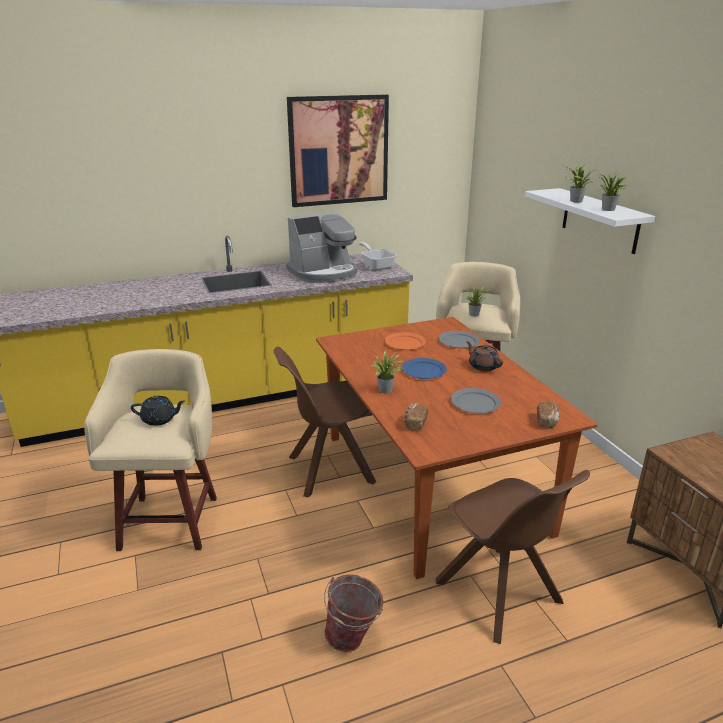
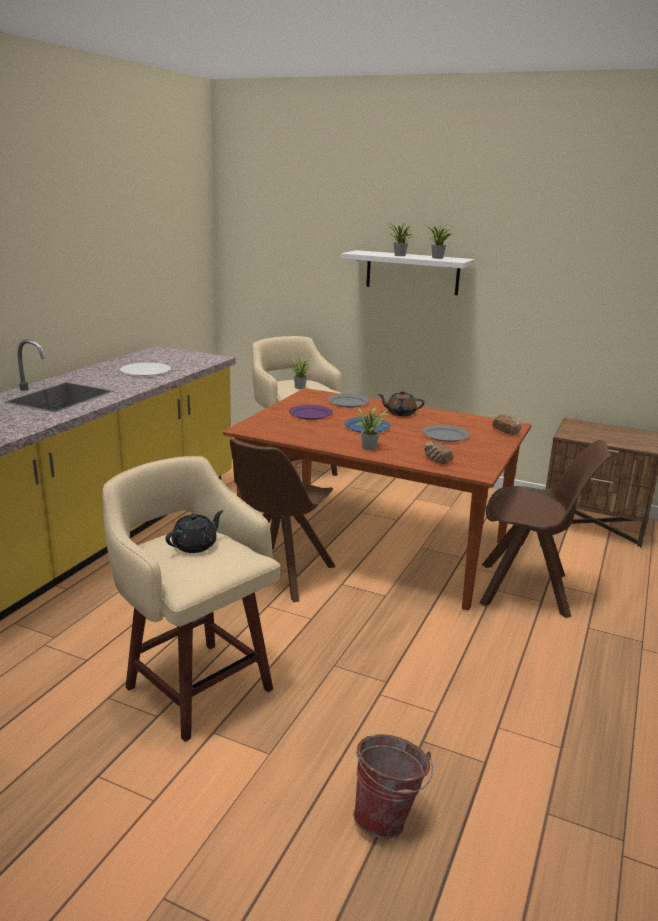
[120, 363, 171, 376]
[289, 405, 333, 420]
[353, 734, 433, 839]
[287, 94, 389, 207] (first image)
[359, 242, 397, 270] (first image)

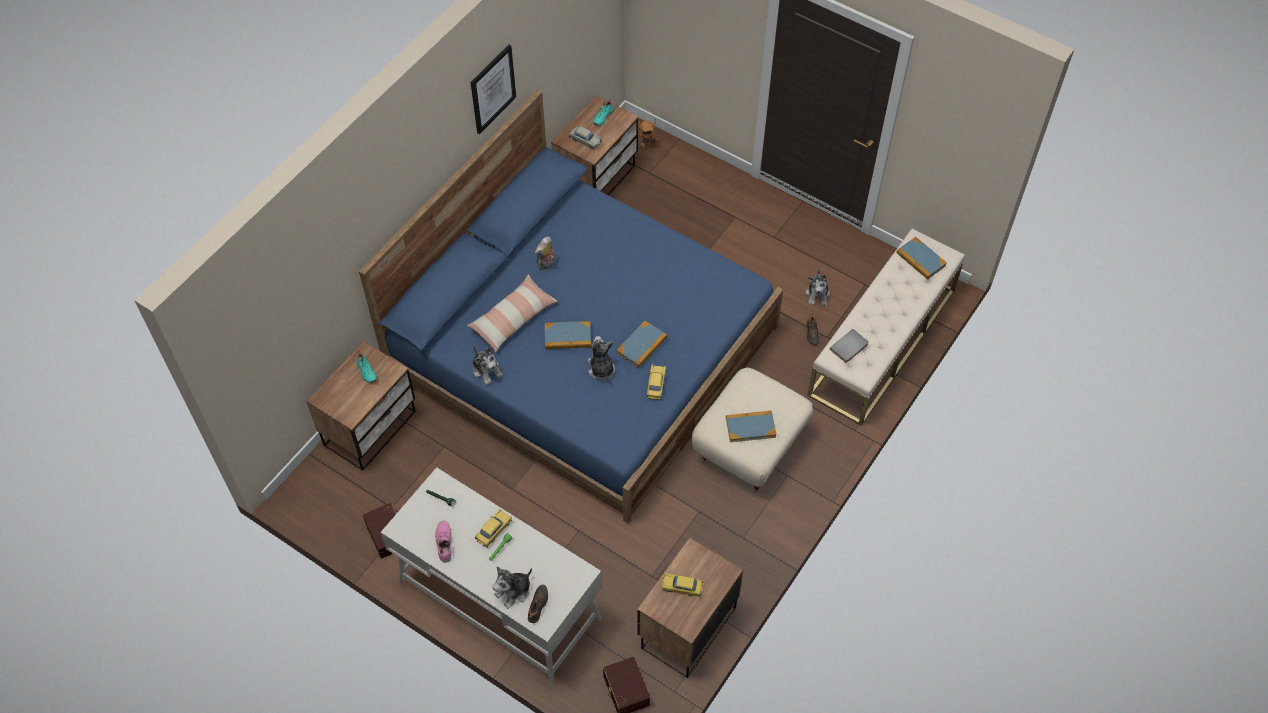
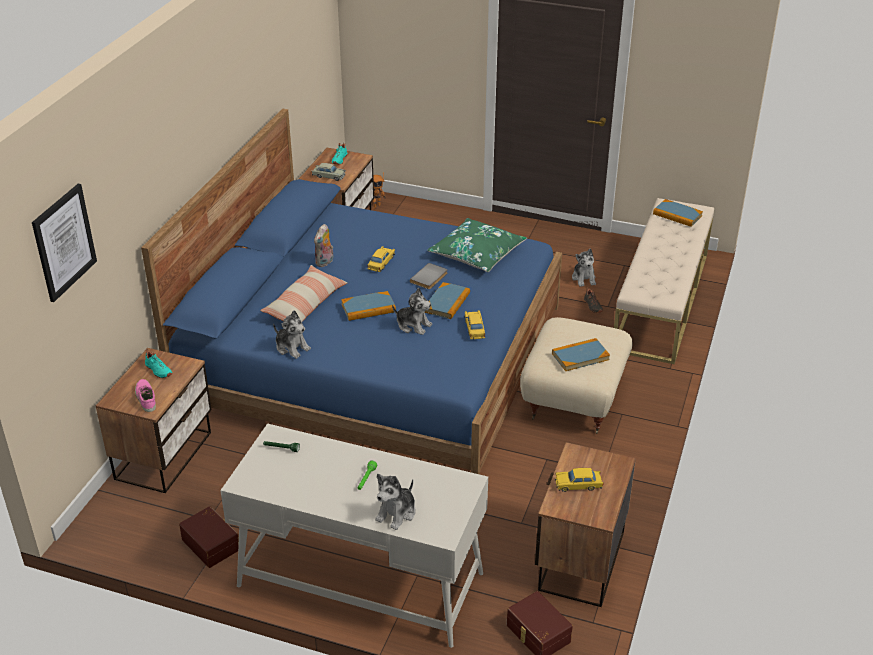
[32, 184, 97, 302]
[135, 379, 156, 412]
[367, 246, 395, 272]
[392, 288, 432, 335]
[410, 263, 448, 289]
[427, 218, 527, 272]
[528, 585, 548, 623] (first image)

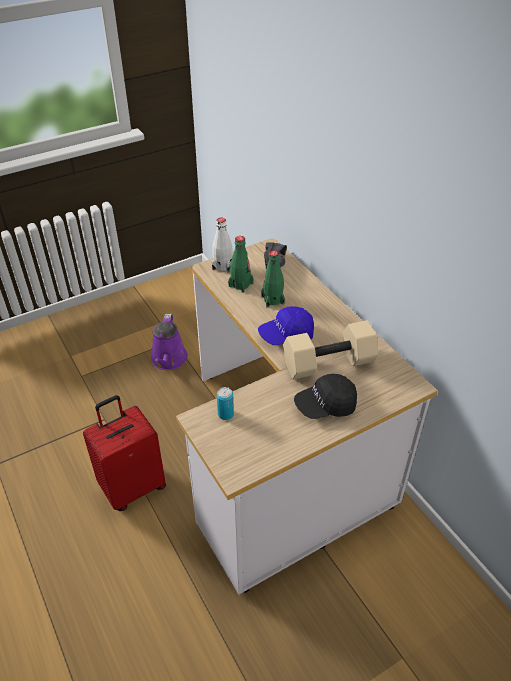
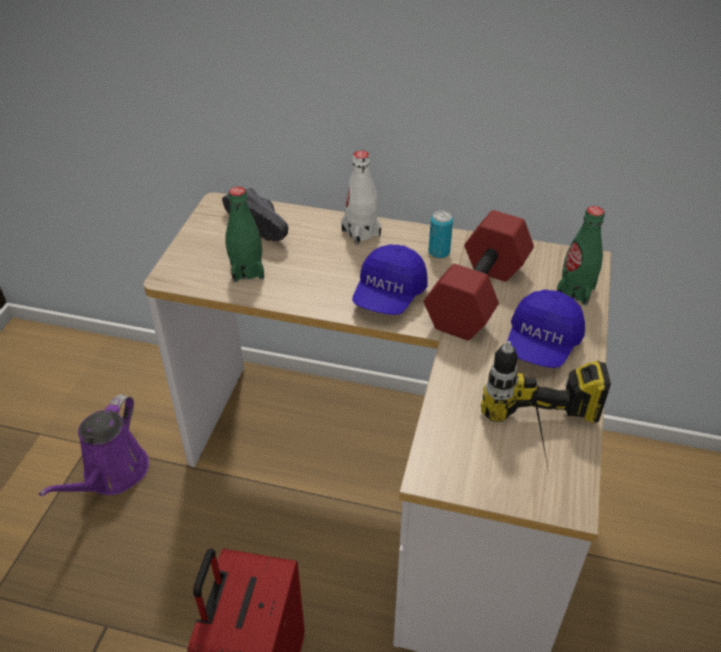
[39, 394, 149, 496]
[341, 151, 381, 245]
[424, 210, 534, 340]
[428, 210, 453, 258]
[481, 341, 611, 472]
[506, 290, 585, 368]
[557, 206, 605, 305]

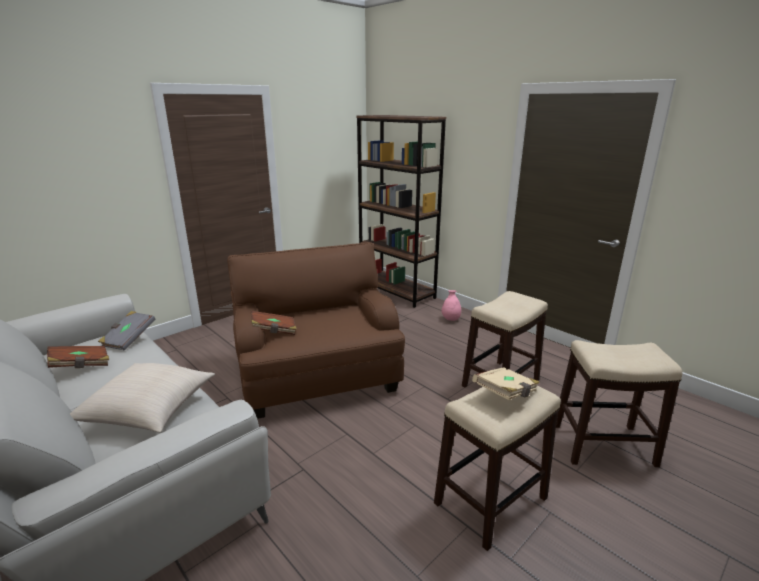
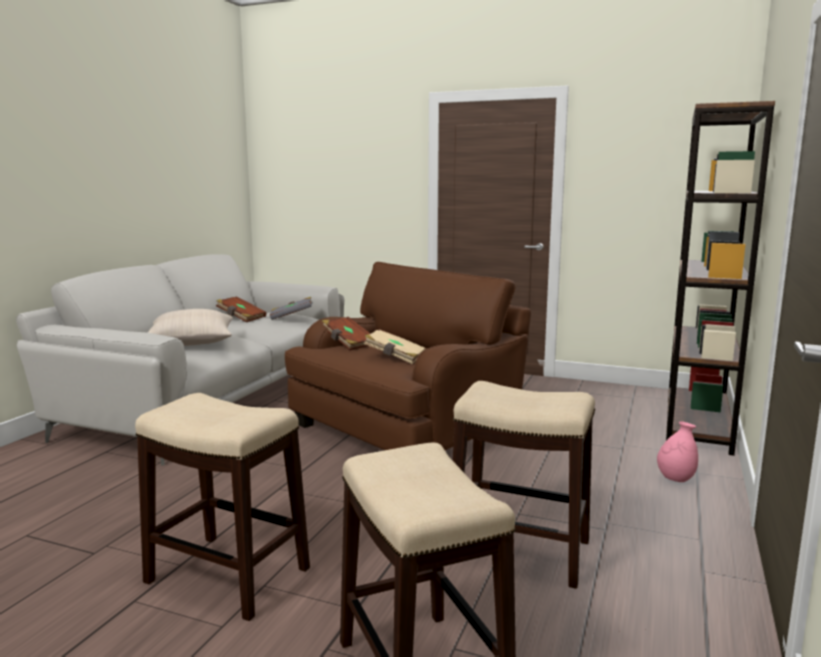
[364, 329, 426, 364]

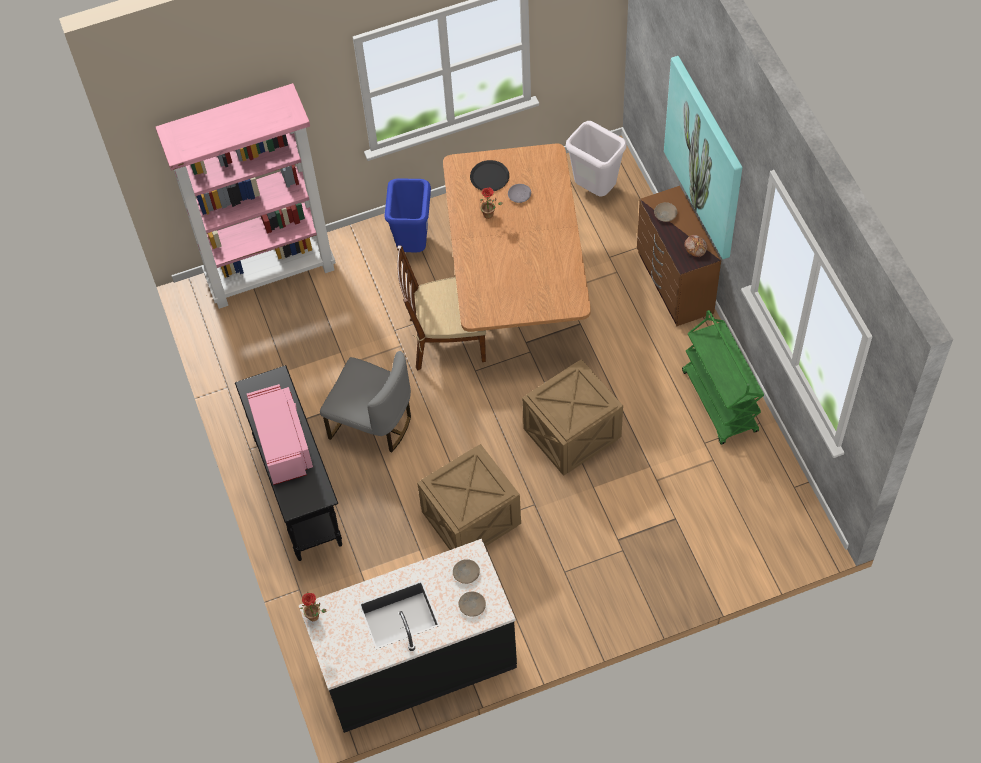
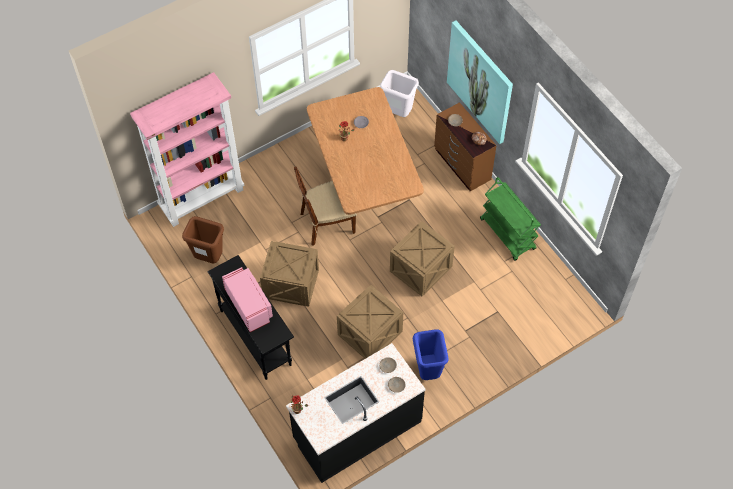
[182, 216, 224, 264]
[260, 241, 319, 307]
[413, 329, 449, 380]
[470, 160, 509, 191] (first image)

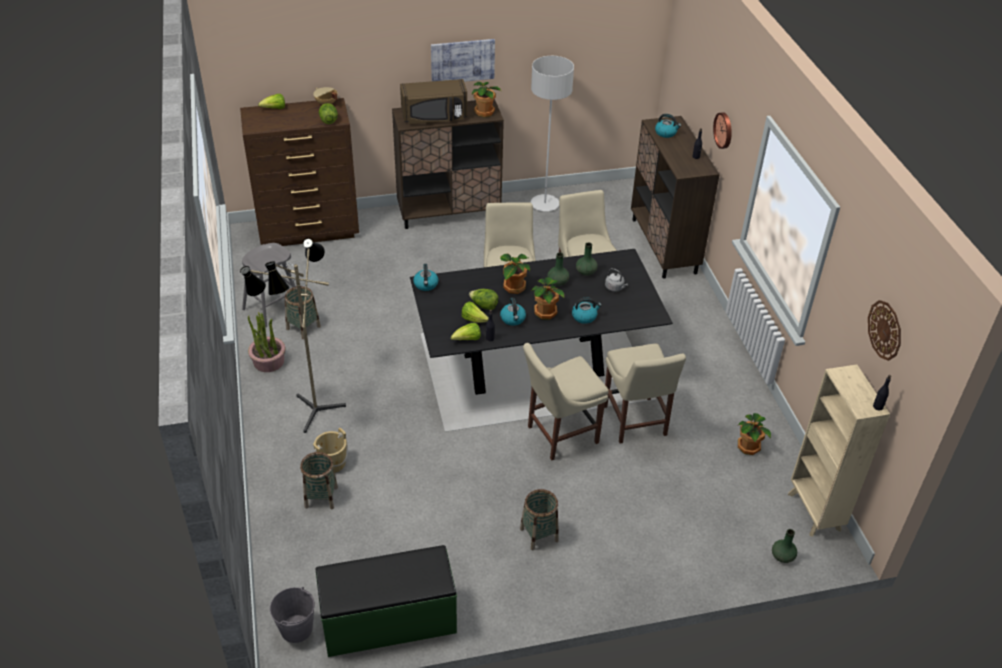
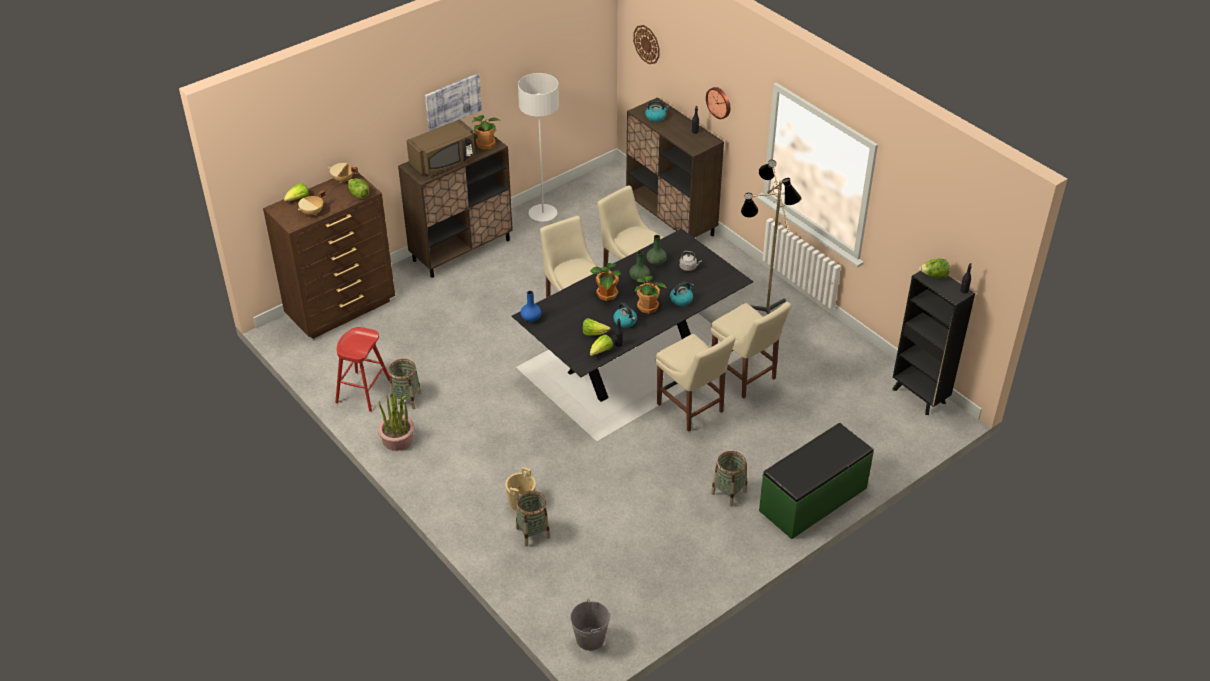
[298, 190, 326, 216]
[335, 327, 390, 412]
[521, 291, 542, 322]
[633, 25, 660, 64]
[656, 334, 736, 432]
[741, 160, 802, 314]
[759, 423, 874, 539]
[892, 271, 975, 415]
[919, 259, 950, 278]
[738, 413, 771, 455] (first image)
[772, 529, 797, 563] (first image)

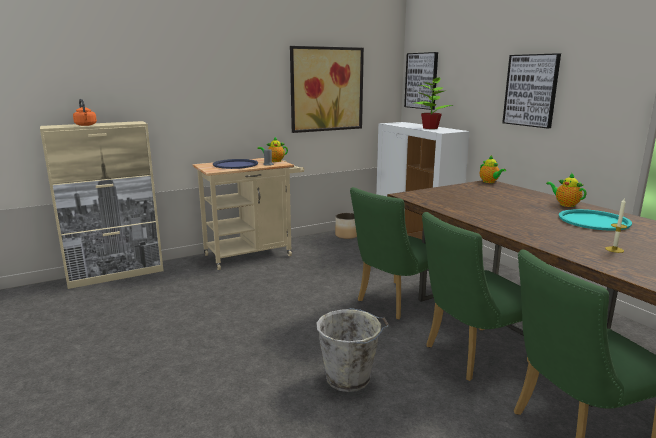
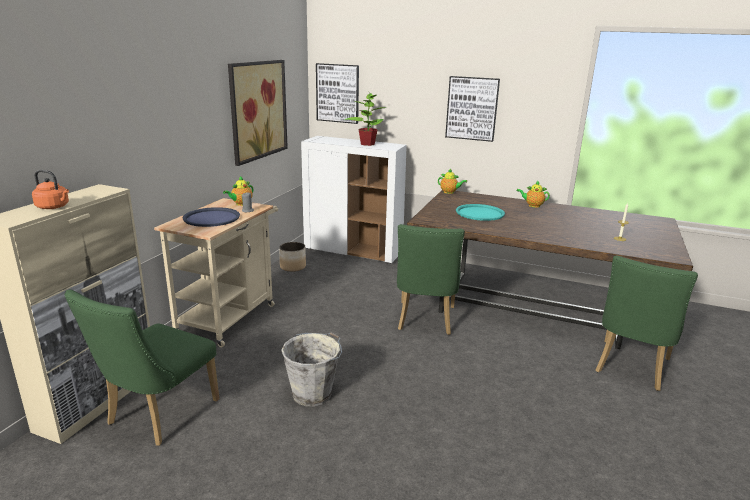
[65, 290, 220, 446]
[281, 333, 342, 406]
[456, 204, 505, 221]

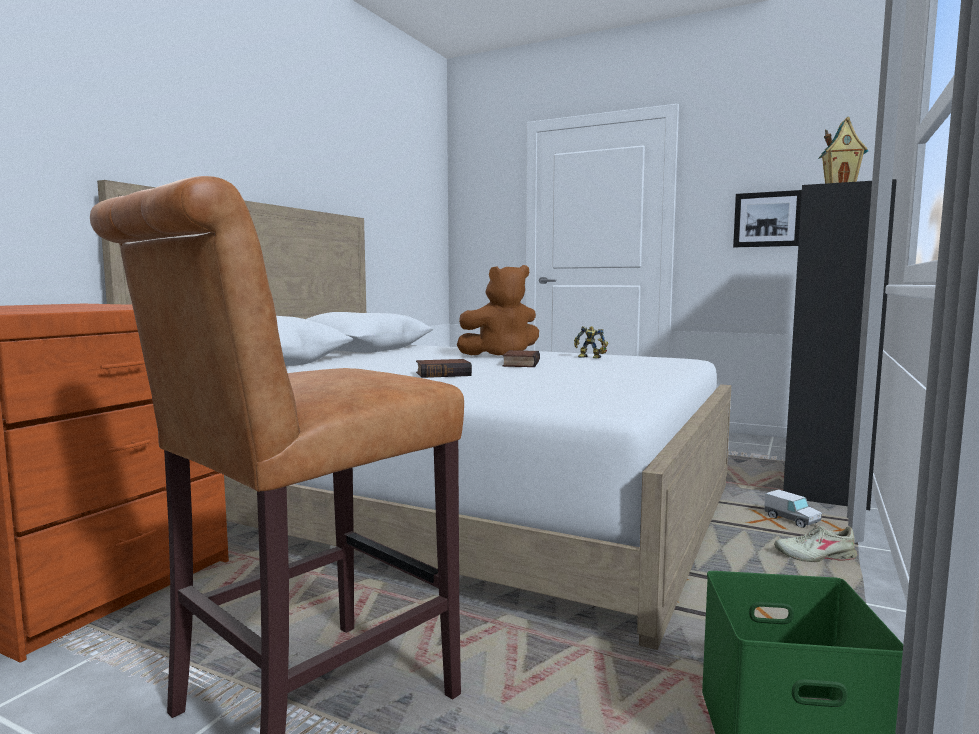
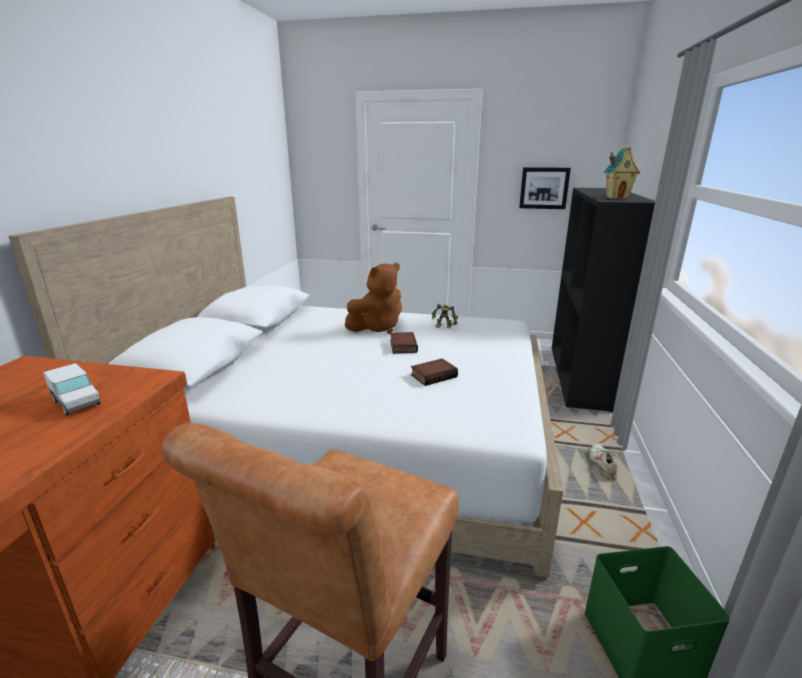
[43, 363, 100, 416]
[411, 359, 458, 386]
[589, 444, 626, 480]

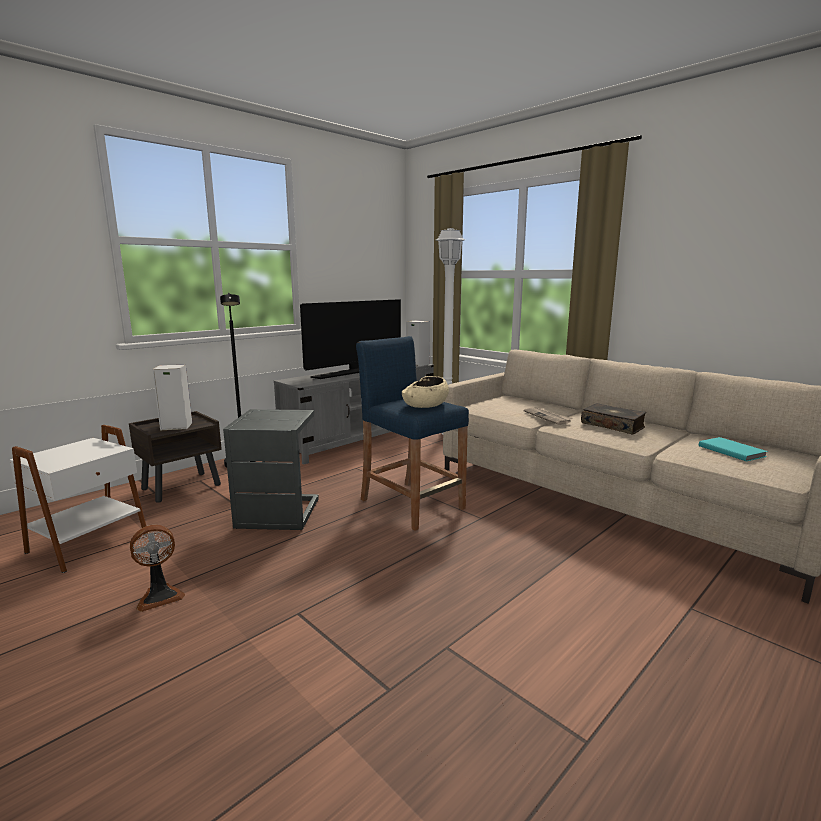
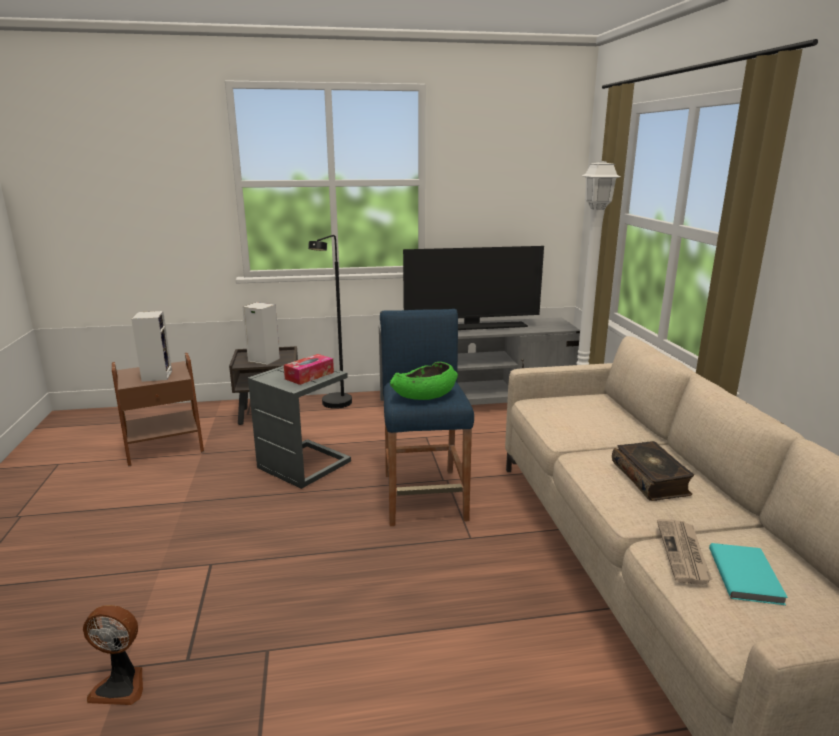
[83, 605, 143, 705]
[112, 353, 204, 466]
[131, 311, 172, 382]
[284, 354, 334, 385]
[390, 362, 458, 400]
[657, 519, 712, 585]

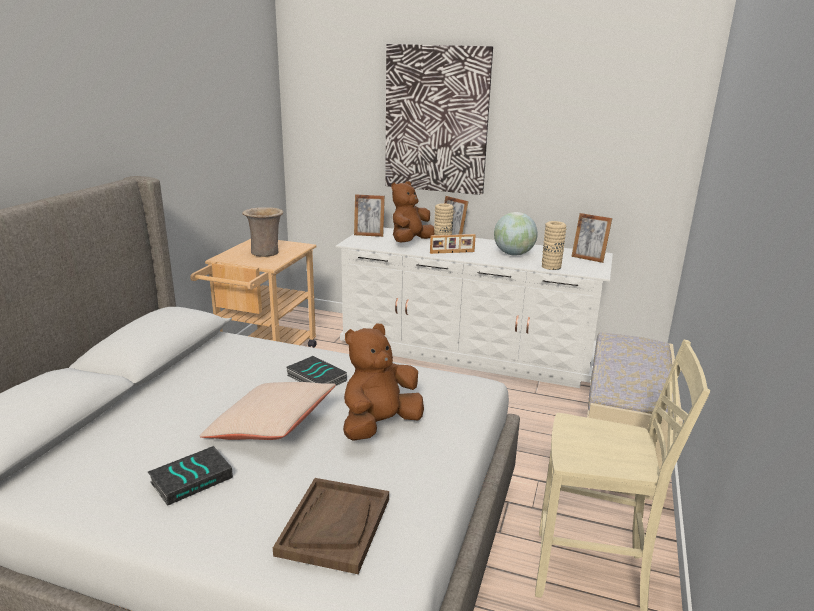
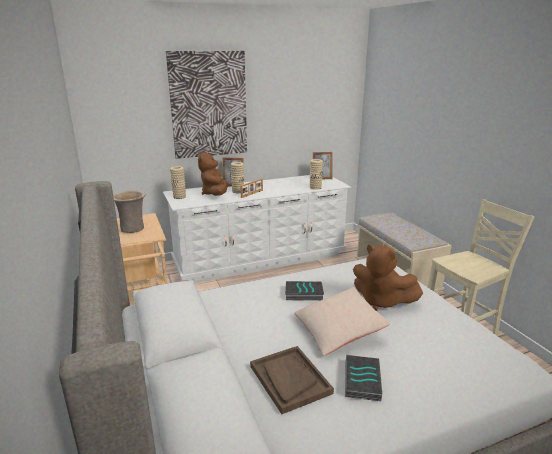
[170, 166, 186, 199]
[250, 346, 334, 414]
[353, 245, 423, 311]
[494, 212, 538, 256] (first image)

